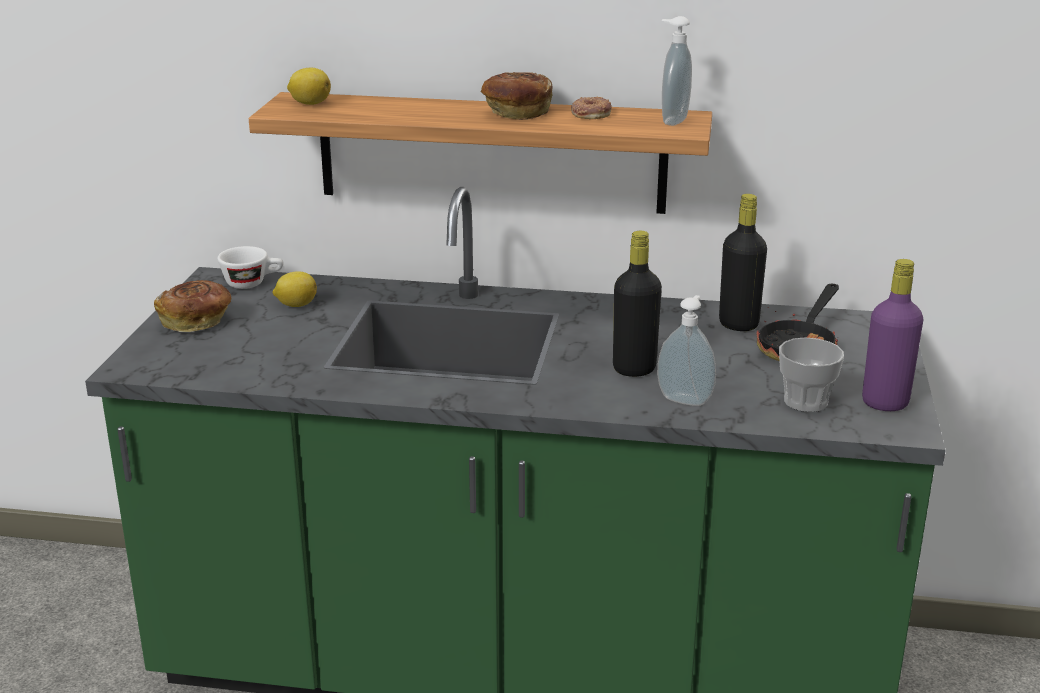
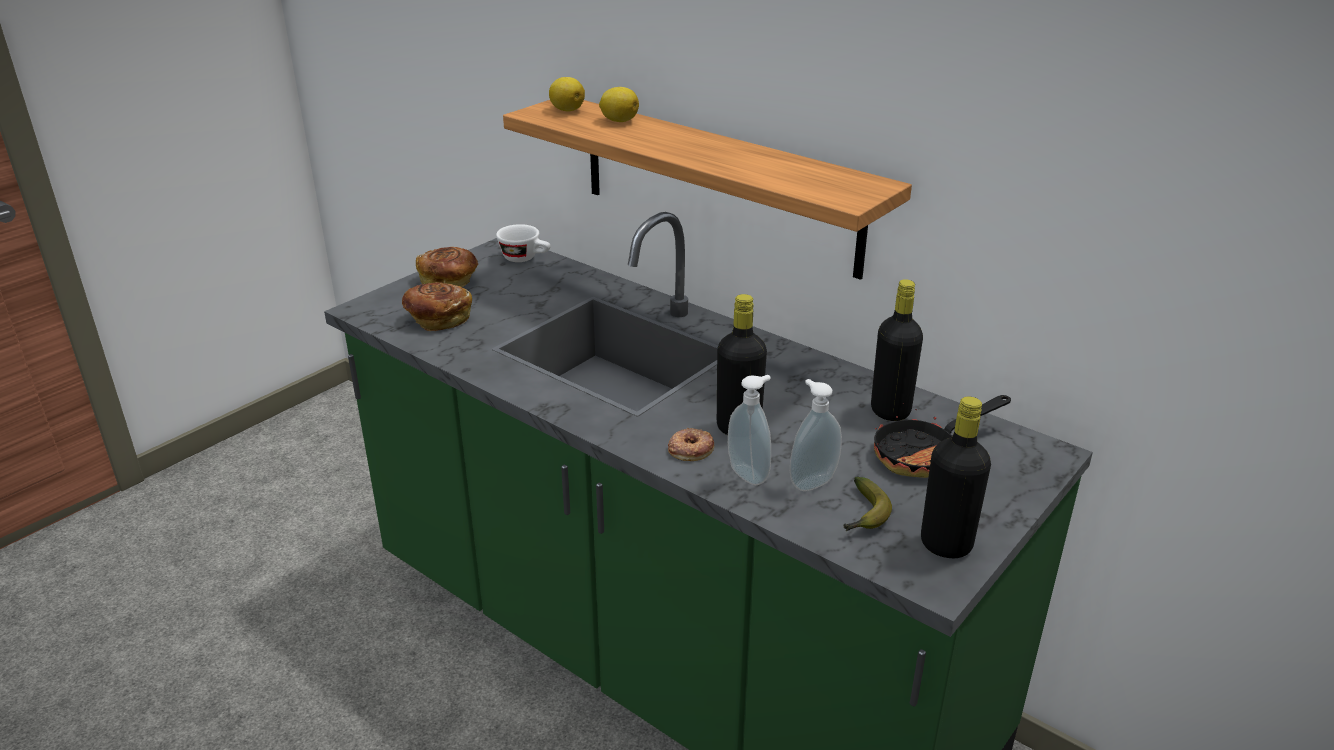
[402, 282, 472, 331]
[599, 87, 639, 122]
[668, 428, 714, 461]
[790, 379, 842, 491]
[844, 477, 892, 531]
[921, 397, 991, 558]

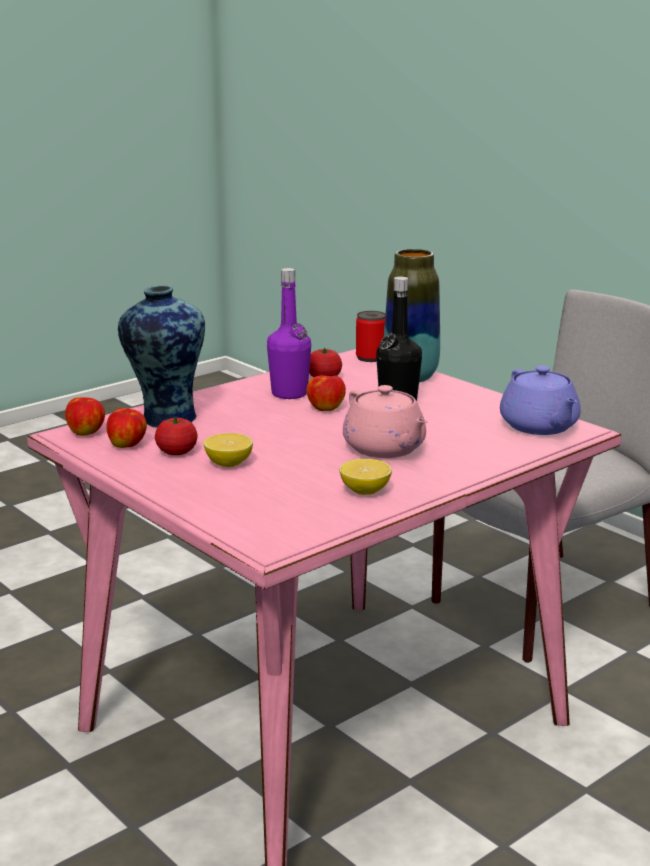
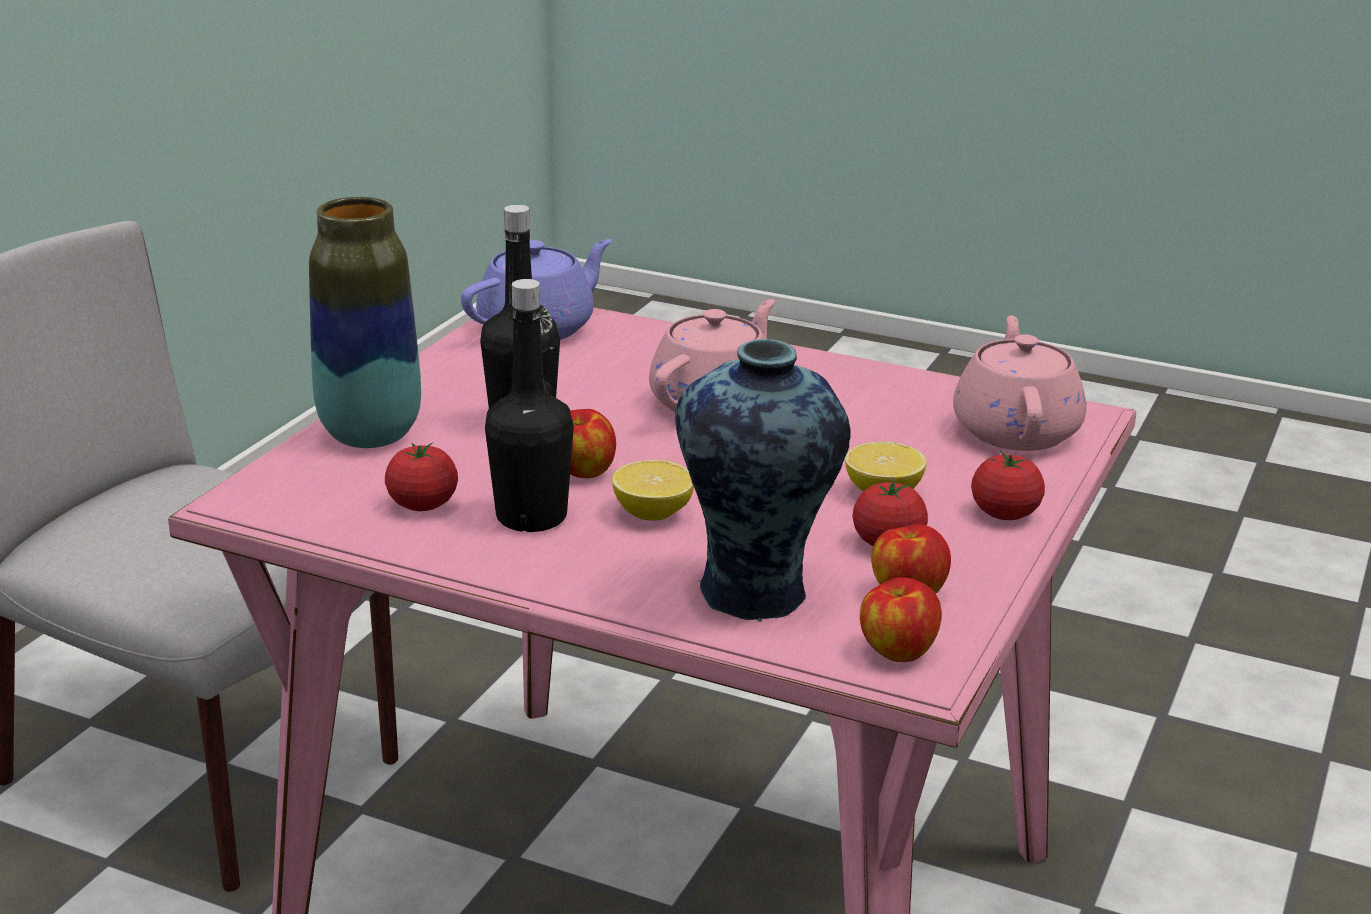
[485, 279, 574, 532]
[612, 460, 694, 521]
[953, 315, 1086, 451]
[971, 451, 1045, 520]
[356, 311, 385, 362] (first image)

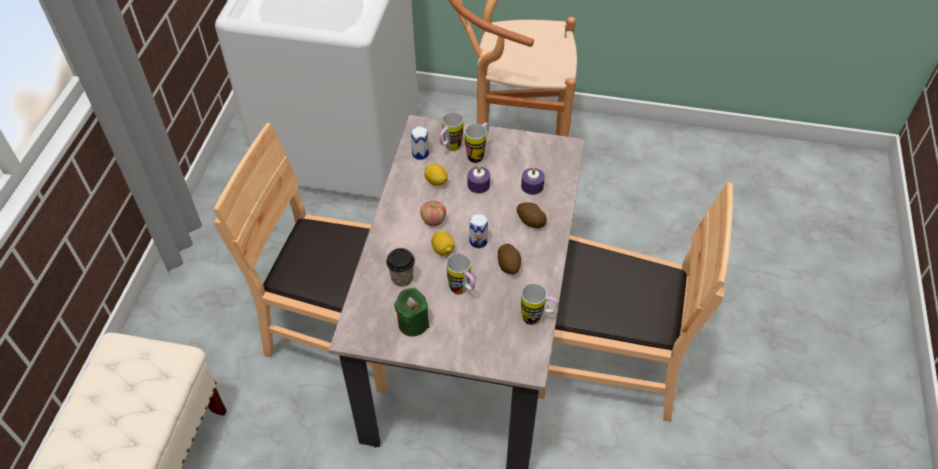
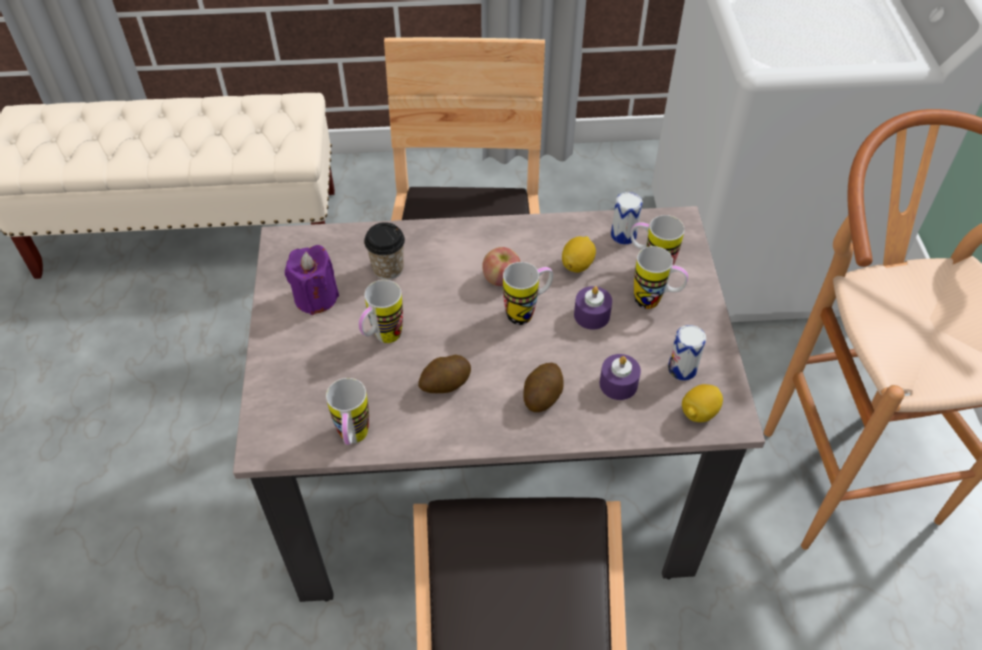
[285, 245, 339, 315]
[503, 262, 553, 325]
[668, 325, 706, 381]
[682, 384, 723, 422]

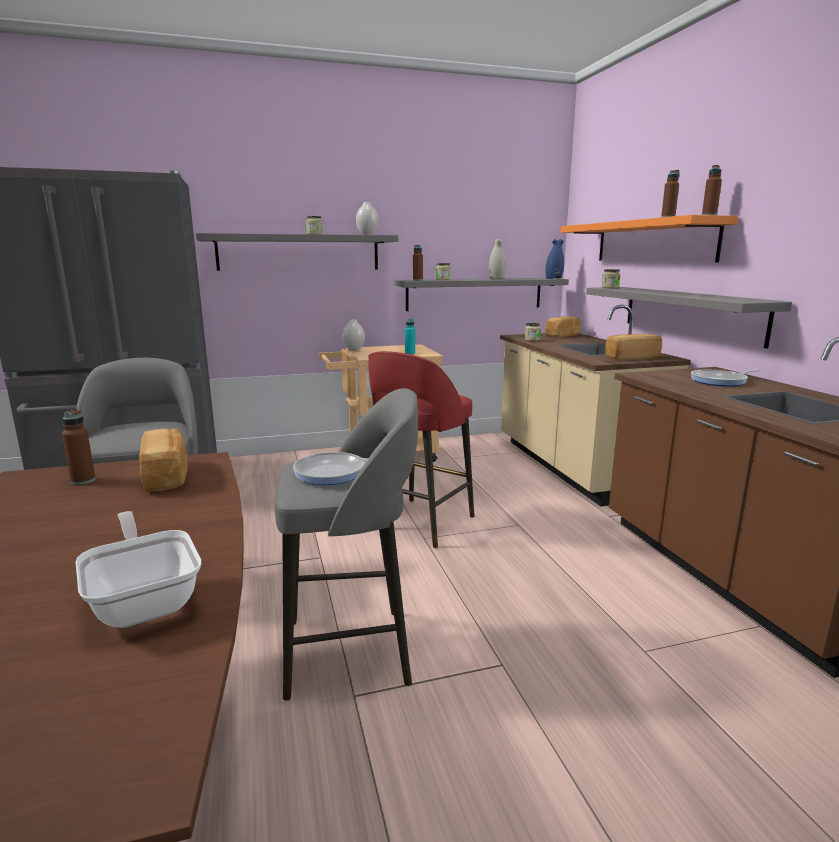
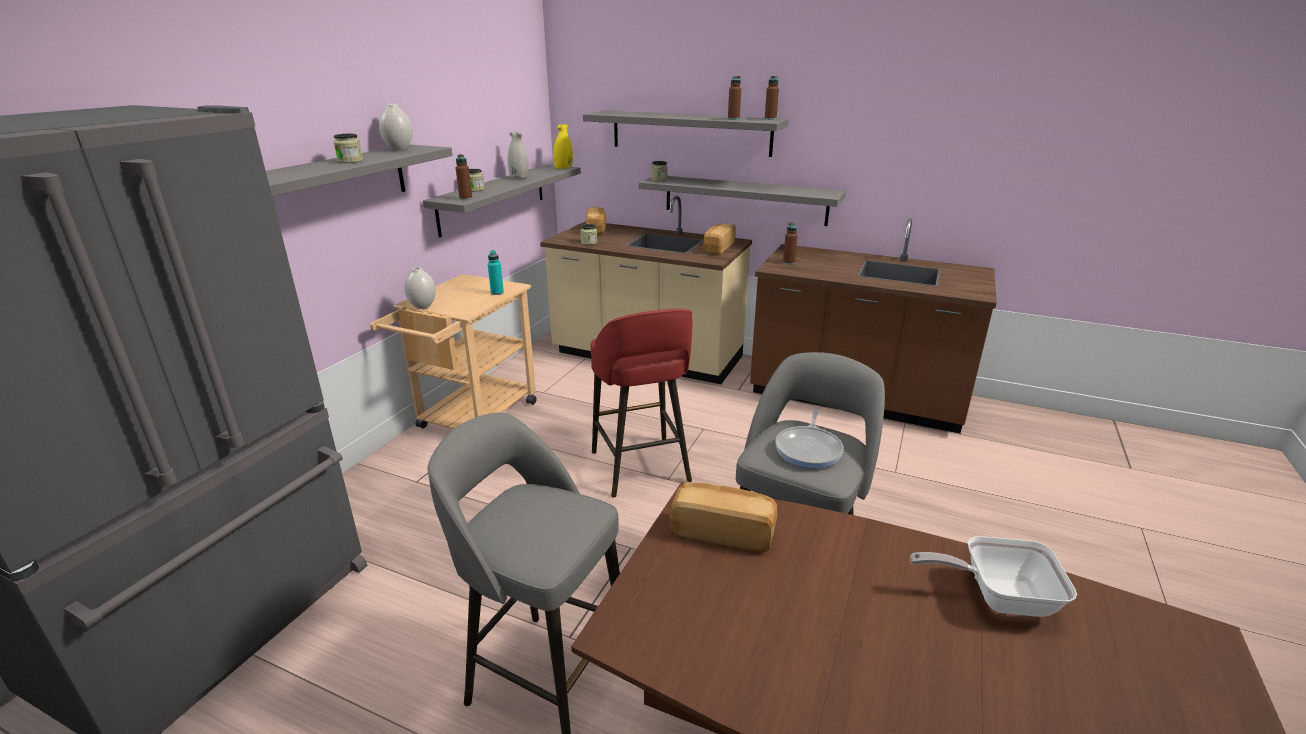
[554, 124, 573, 169]
[583, 110, 789, 157]
[783, 222, 798, 265]
[691, 369, 761, 386] (first image)

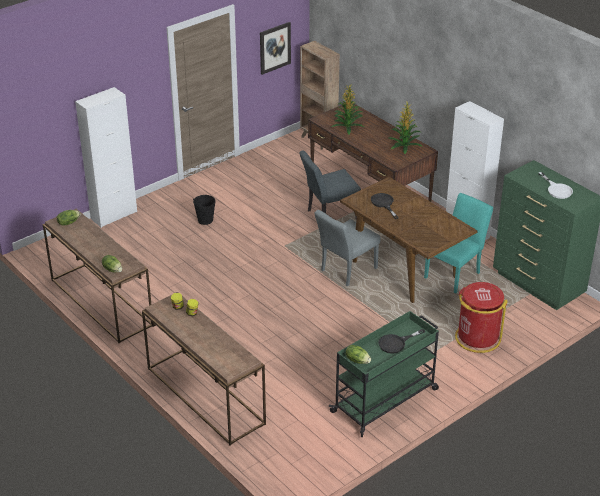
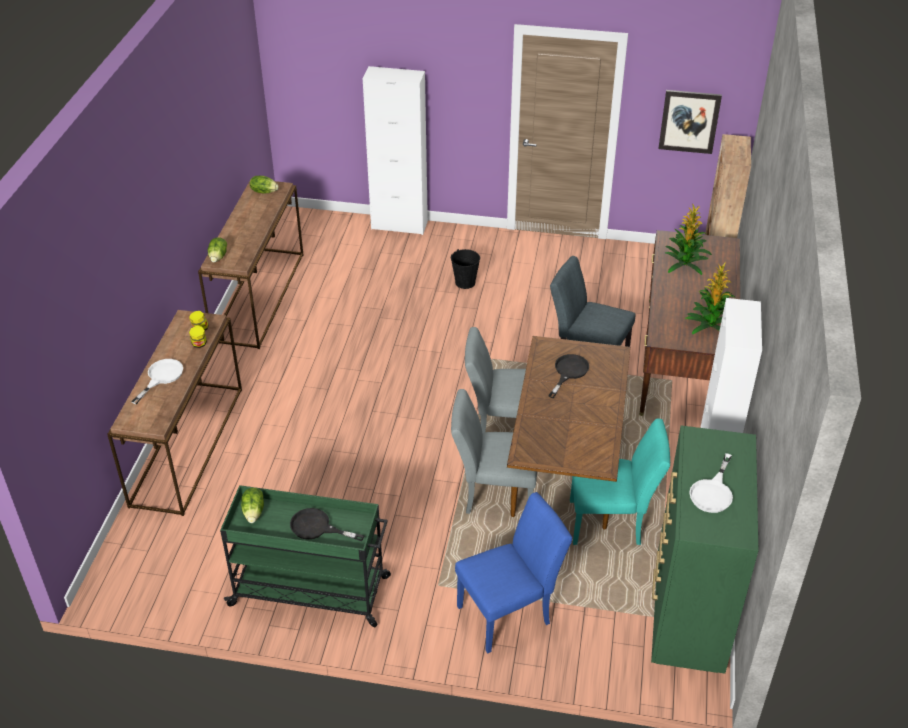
[131, 359, 183, 404]
[451, 389, 537, 514]
[455, 492, 572, 653]

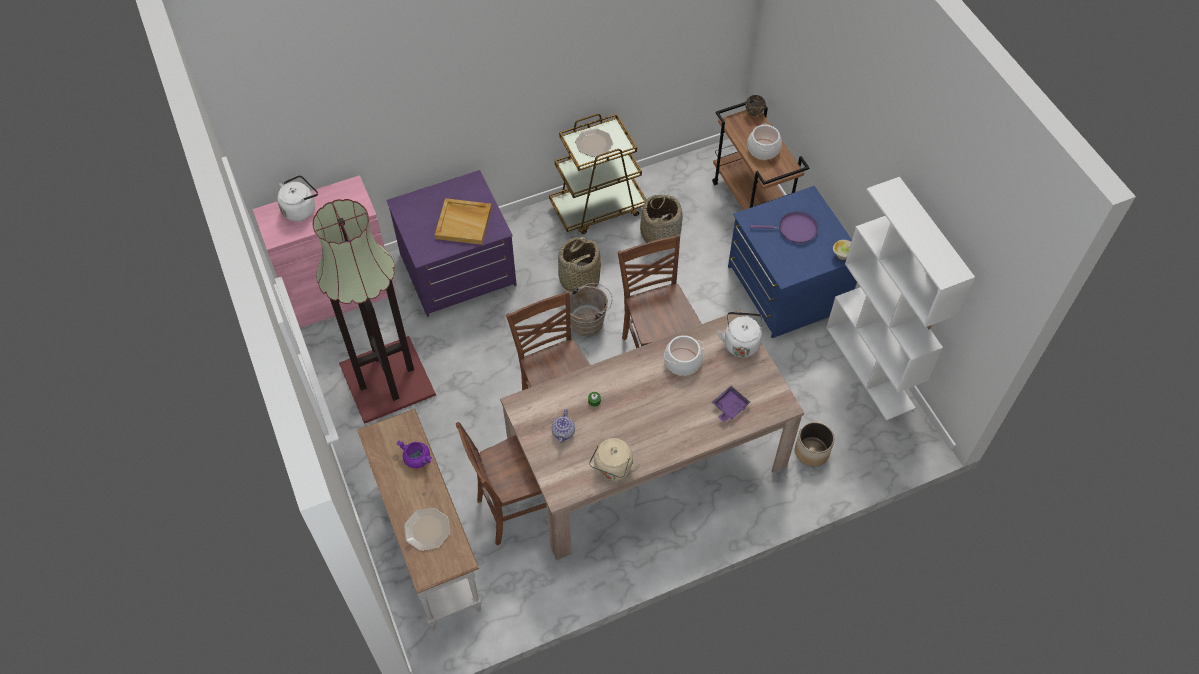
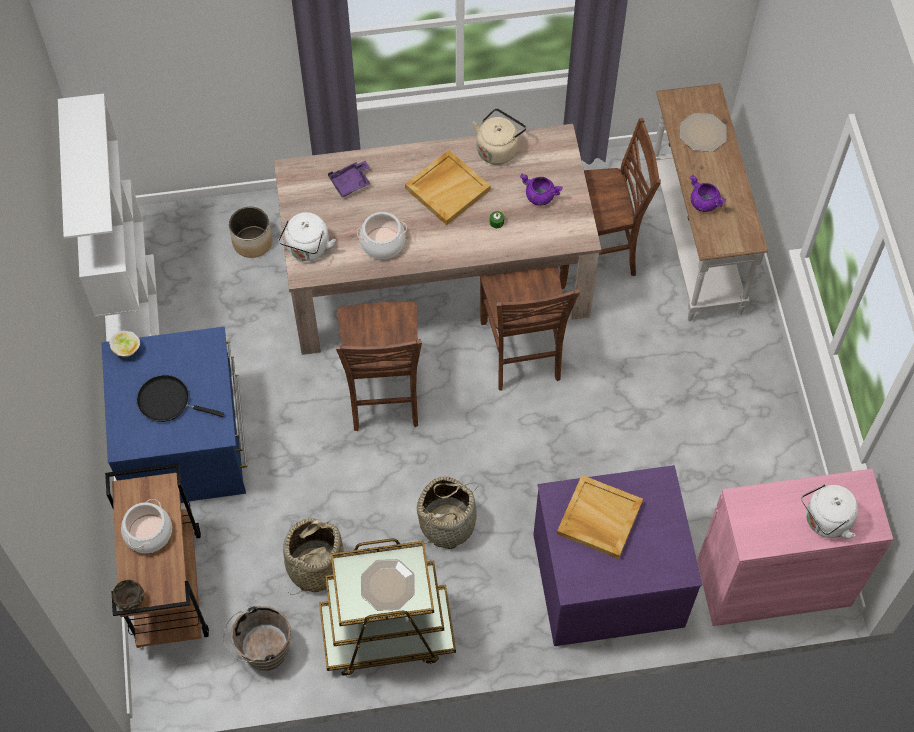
[137, 375, 224, 422]
[223, 605, 291, 671]
[405, 150, 490, 225]
[520, 174, 562, 206]
[313, 199, 436, 424] (first image)

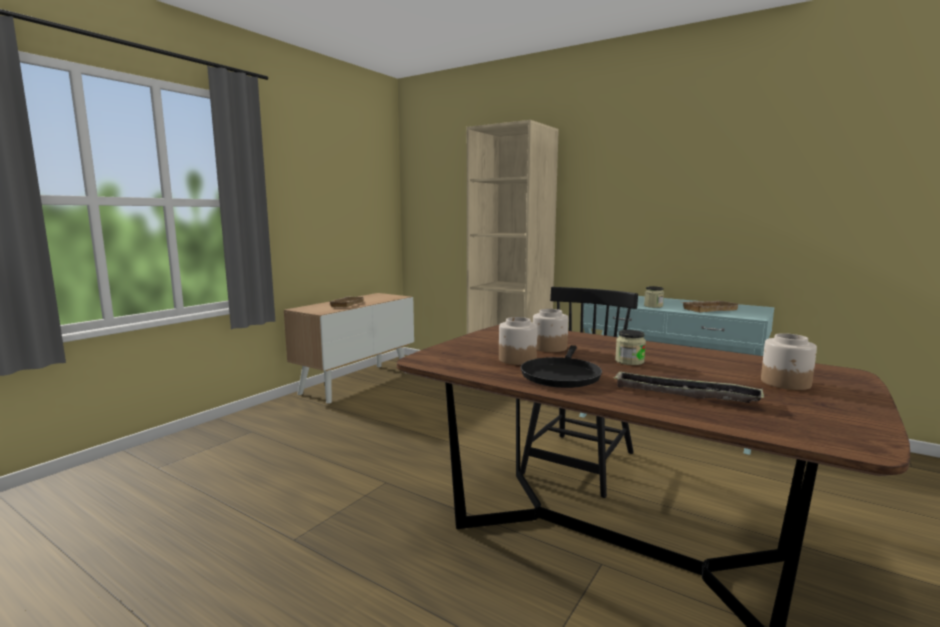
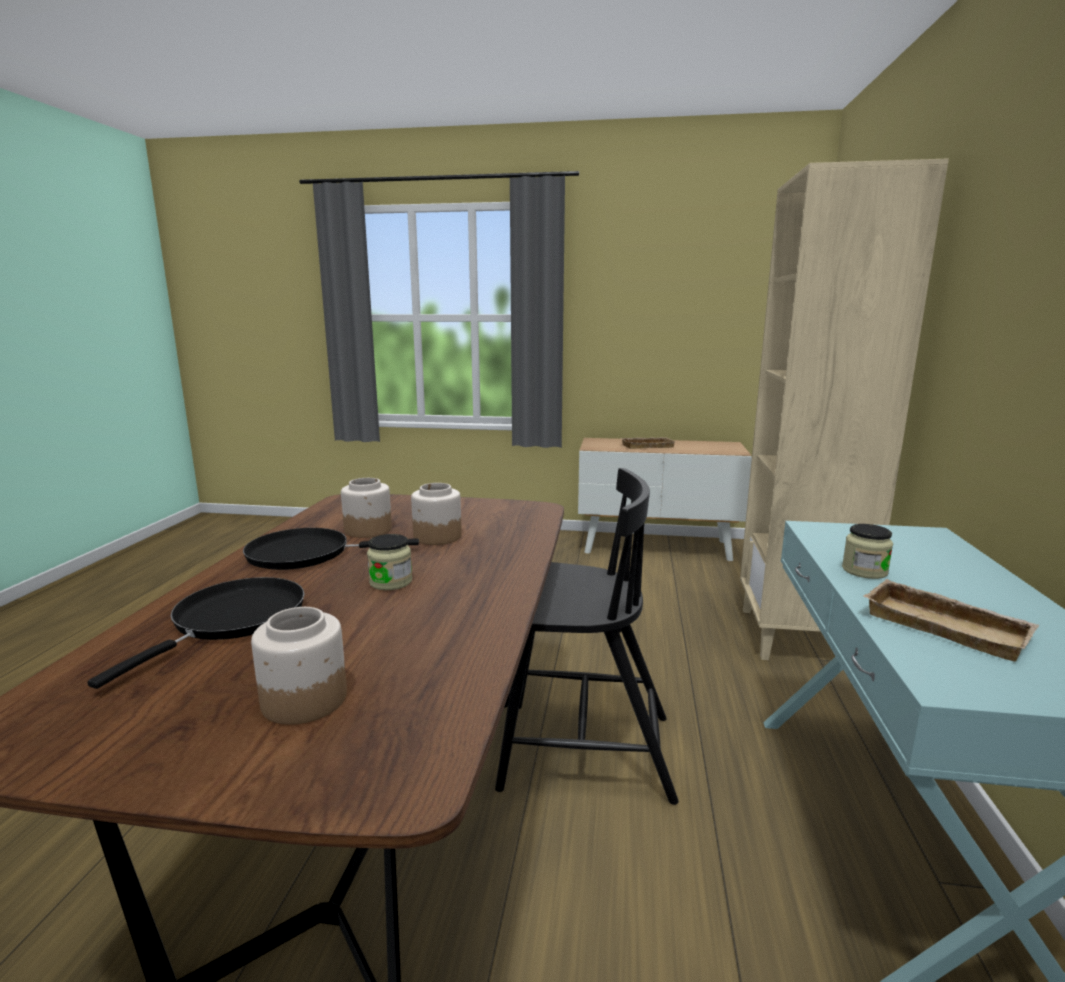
[88, 577, 304, 689]

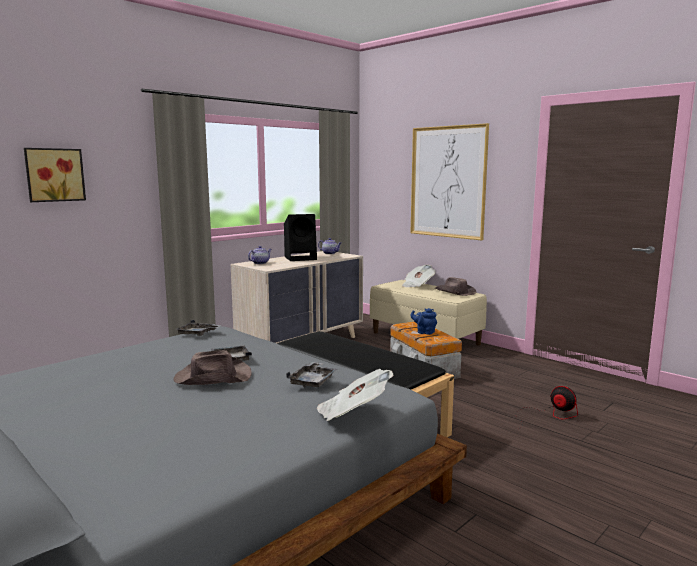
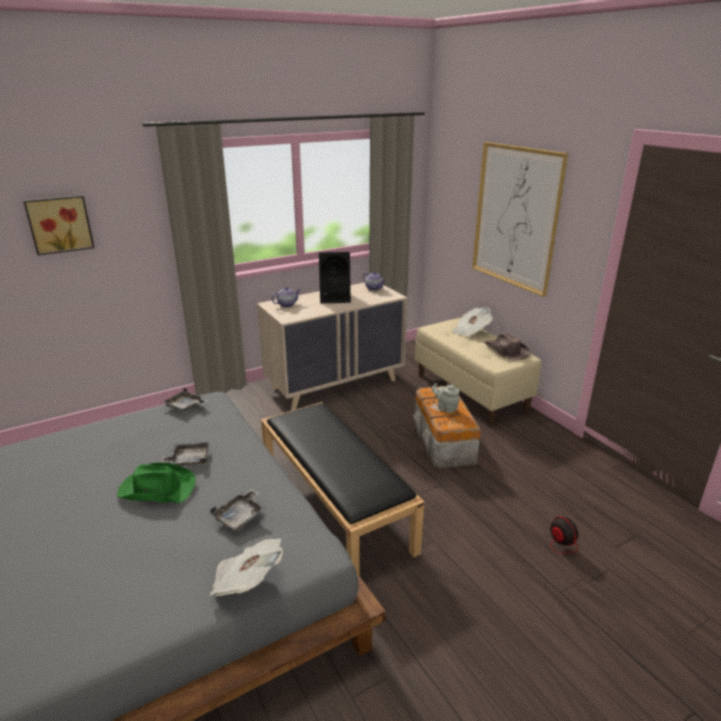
[117, 462, 196, 503]
[432, 383, 460, 413]

